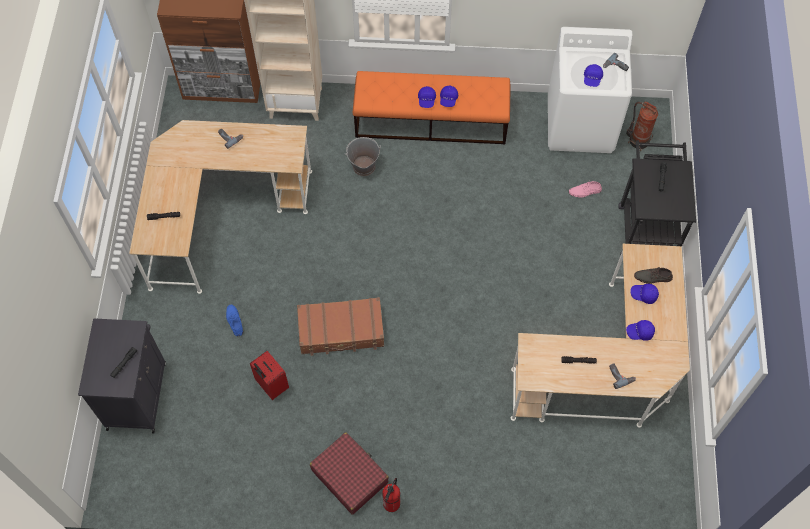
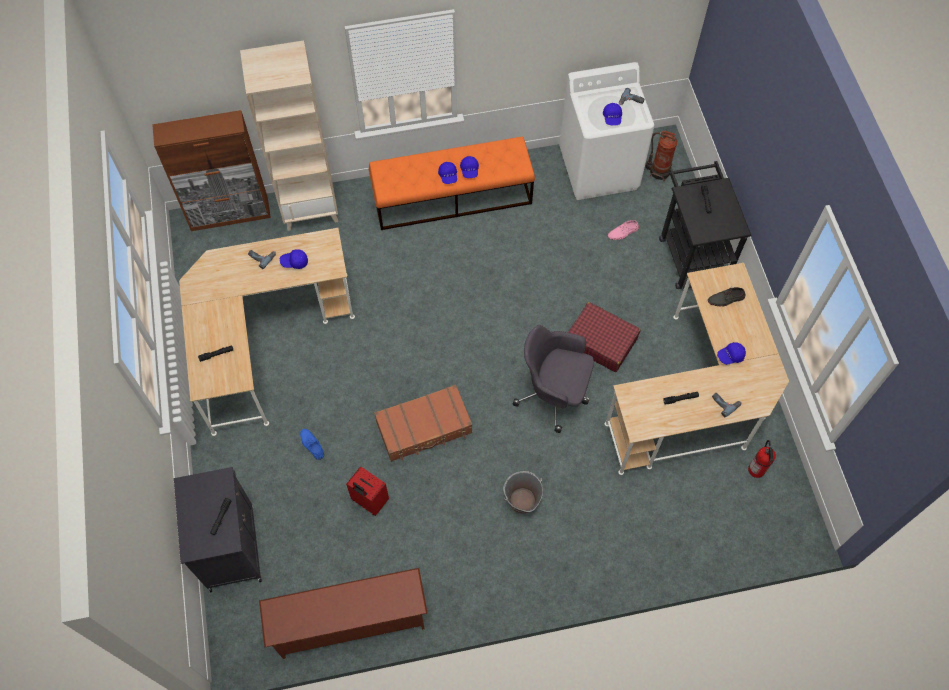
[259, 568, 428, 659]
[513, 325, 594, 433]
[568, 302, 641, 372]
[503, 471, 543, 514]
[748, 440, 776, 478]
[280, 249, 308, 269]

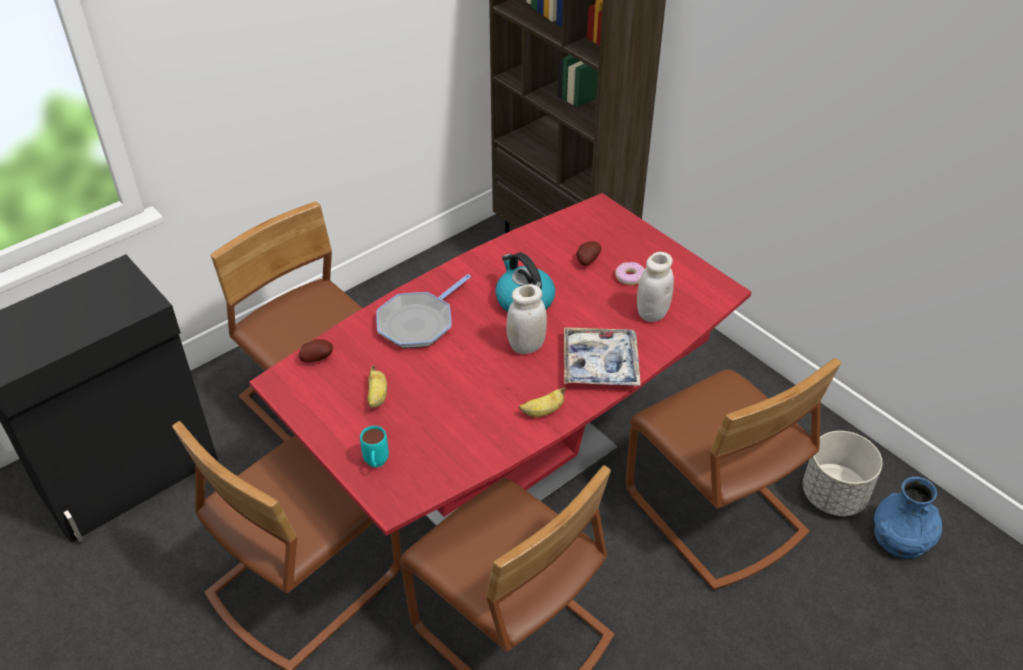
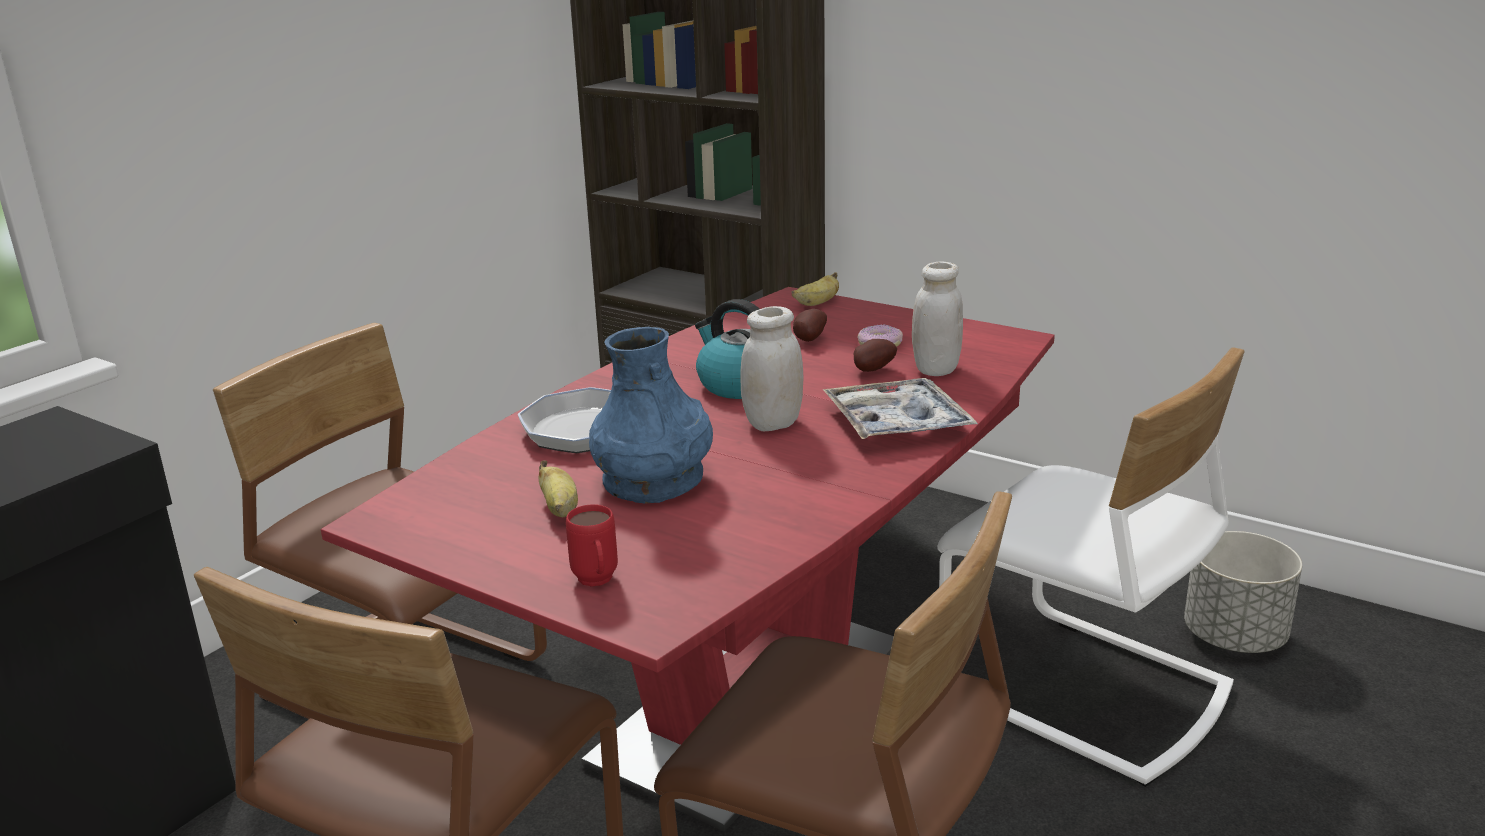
[854, 339, 897, 372]
[792, 272, 839, 306]
[589, 327, 713, 504]
[566, 504, 618, 586]
[937, 348, 1245, 787]

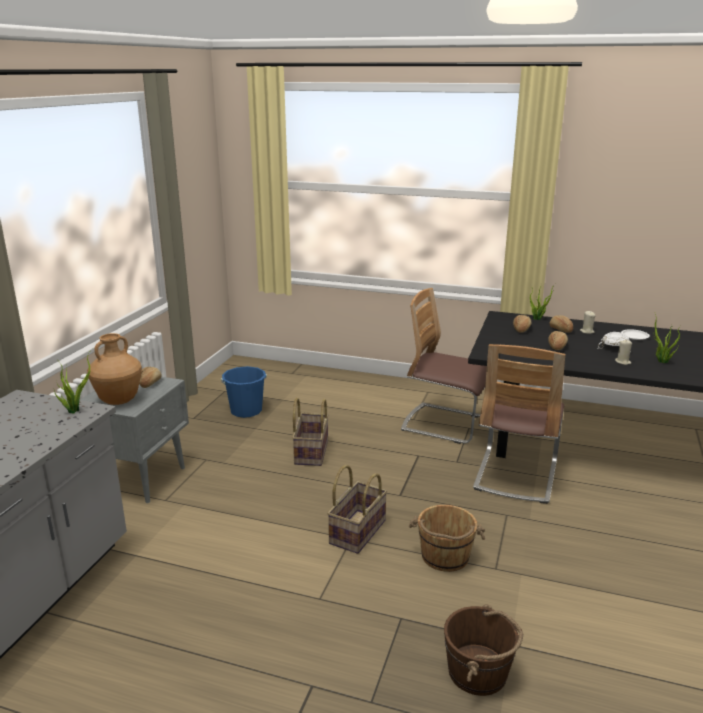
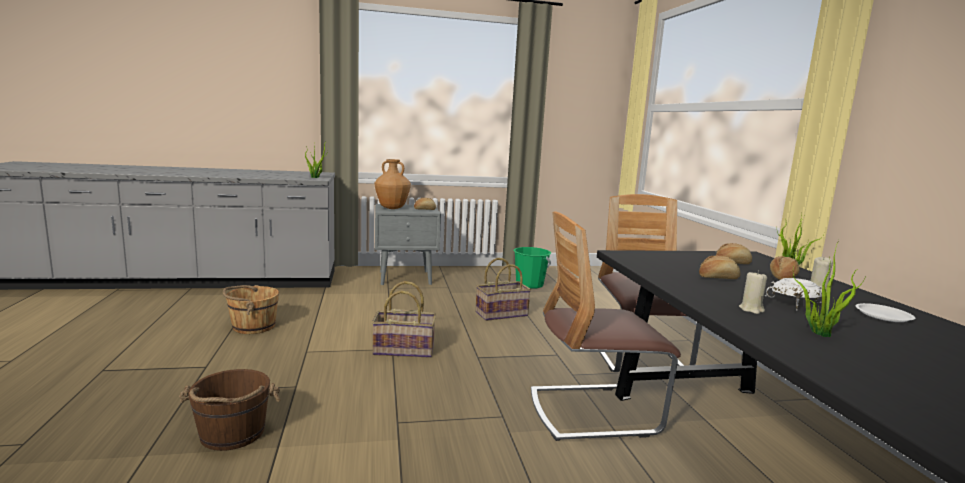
[223, 285, 279, 334]
[513, 247, 552, 289]

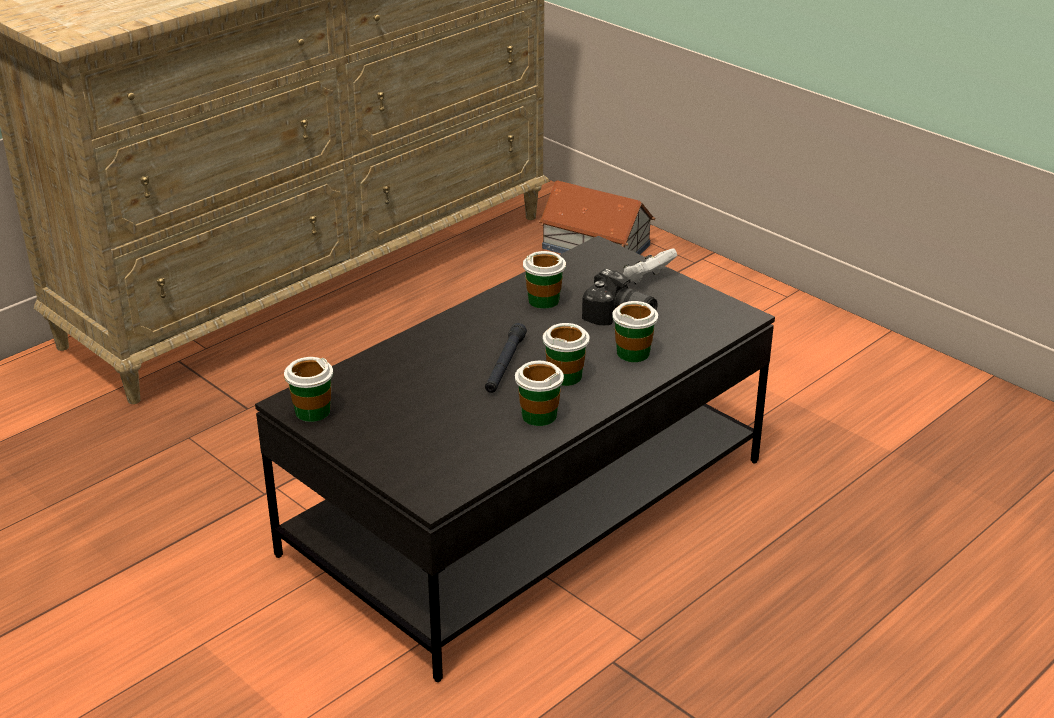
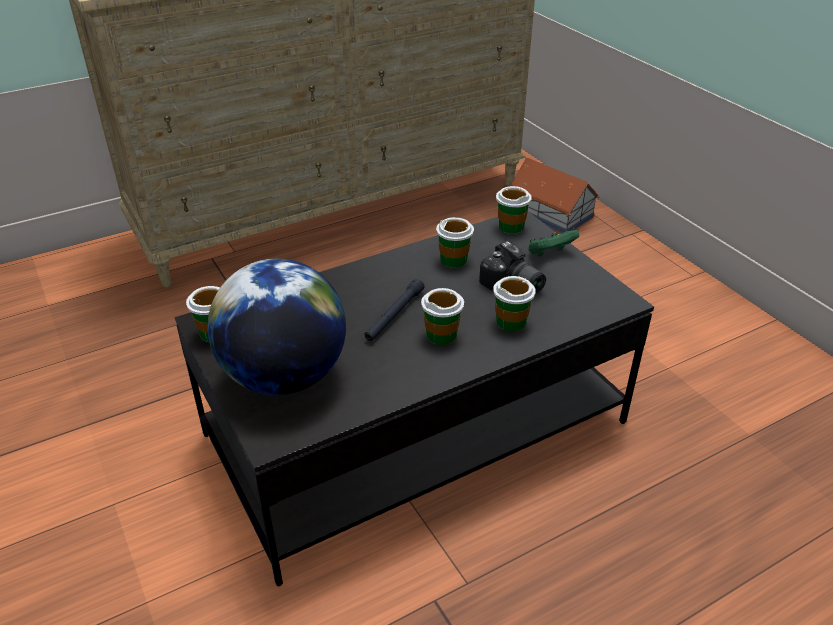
[207, 259, 346, 395]
[496, 186, 532, 234]
[528, 230, 579, 256]

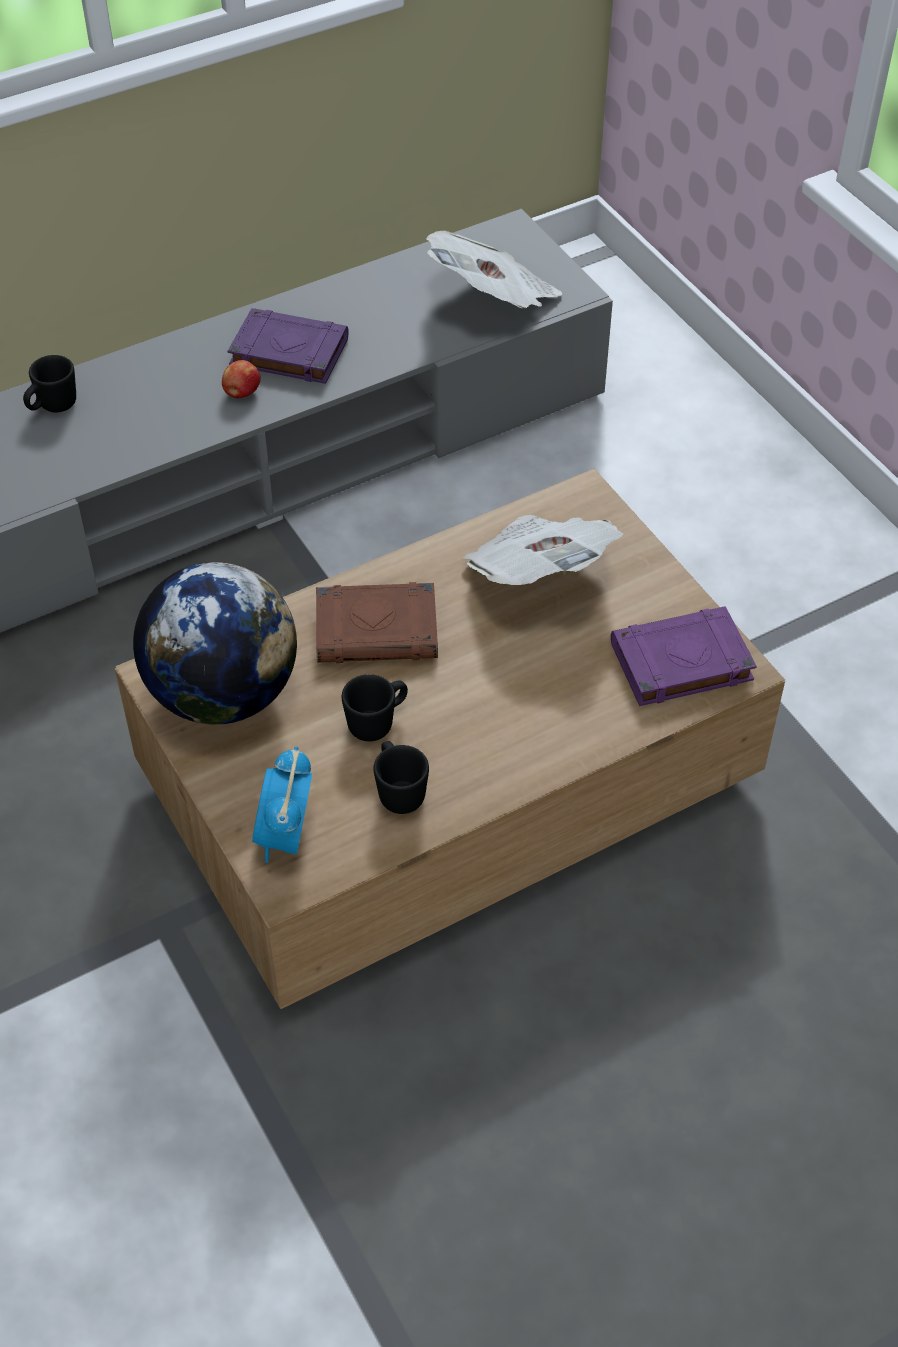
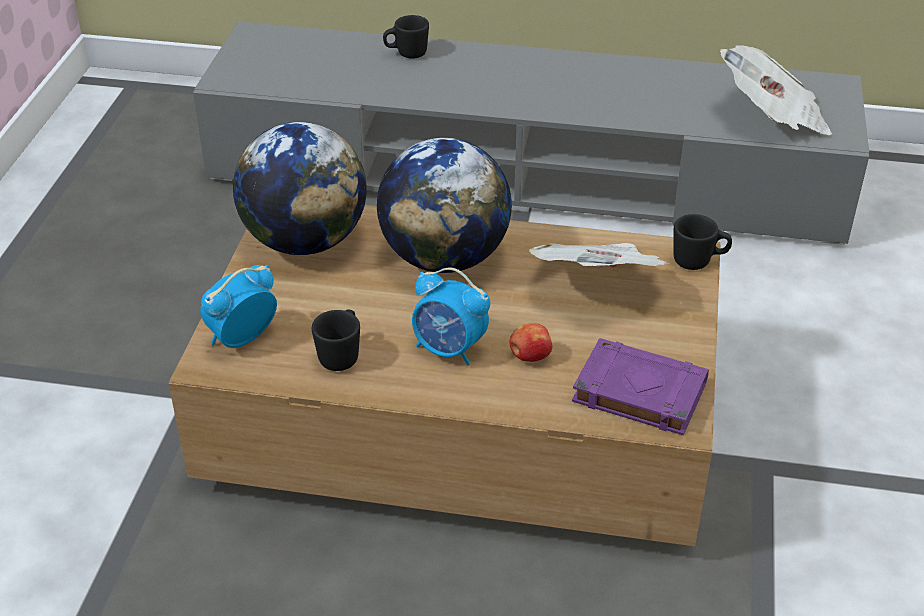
[228, 308, 349, 384] (first image)
[412, 268, 490, 366]
[509, 323, 552, 362]
[673, 214, 732, 270]
[377, 138, 512, 273]

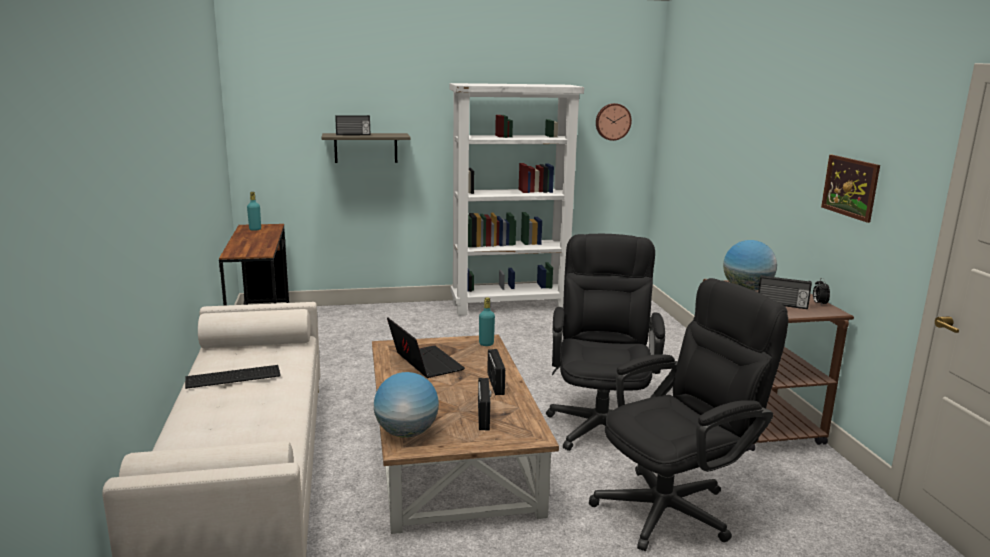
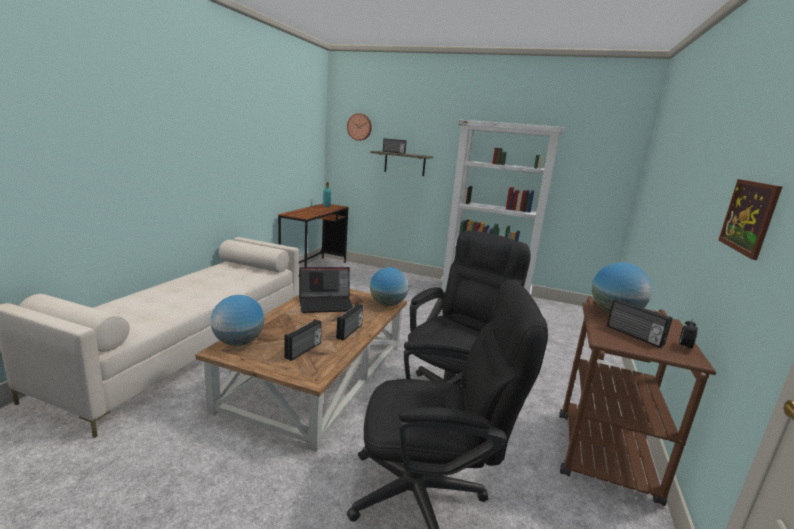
[185, 365, 281, 389] (first image)
[347, 113, 372, 141]
[370, 267, 409, 306]
[299, 267, 353, 313]

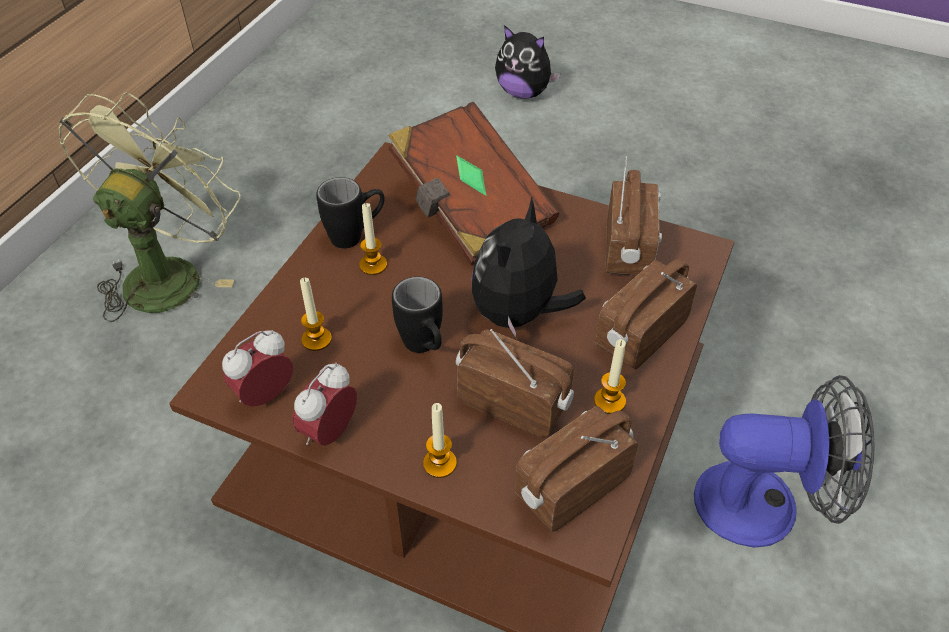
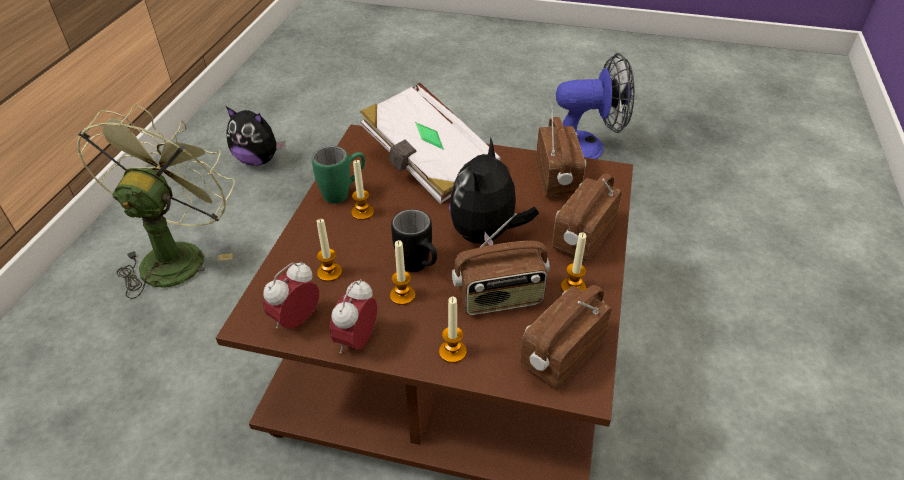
[390, 240, 415, 305]
[226, 107, 286, 166]
[556, 53, 635, 159]
[312, 146, 365, 204]
[360, 83, 501, 204]
[452, 213, 550, 315]

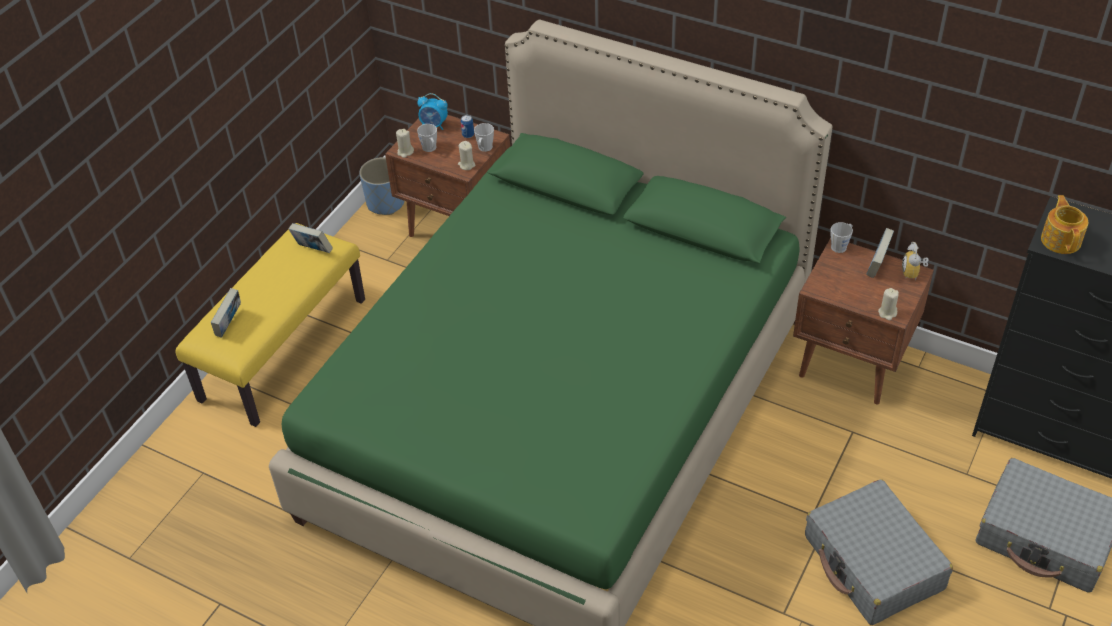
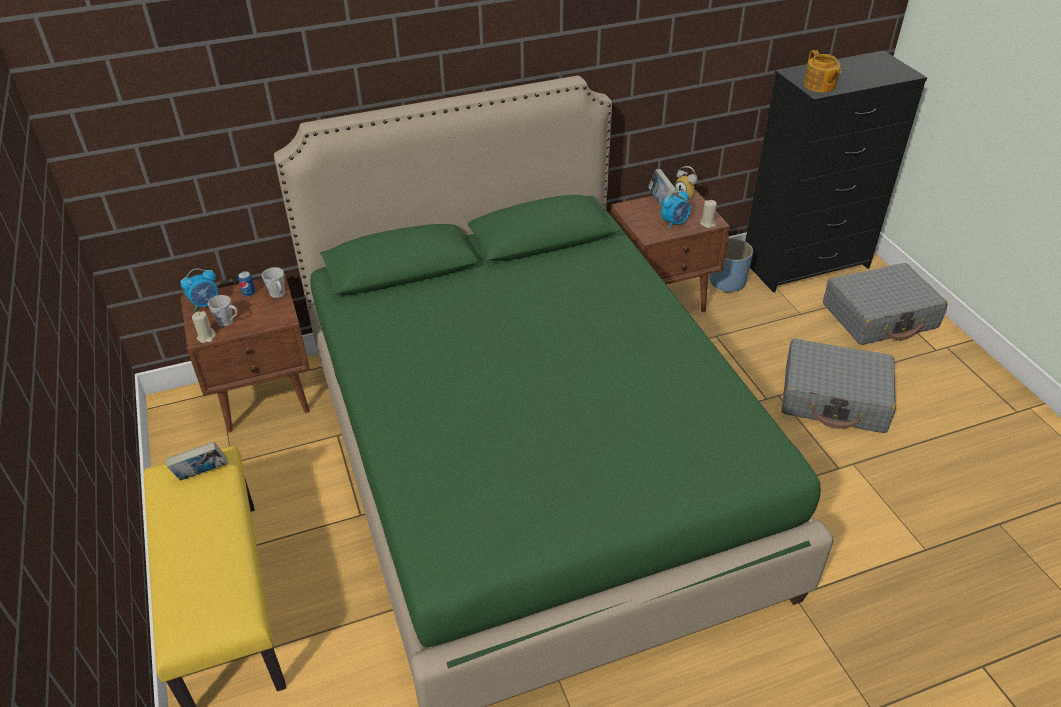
[211, 288, 241, 338] (first image)
[458, 141, 476, 170] (first image)
[830, 222, 853, 253] (first image)
[661, 189, 690, 229]
[709, 238, 753, 293]
[804, 50, 841, 92]

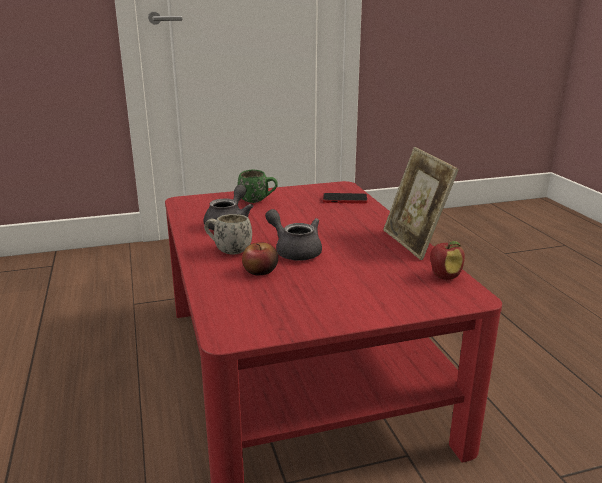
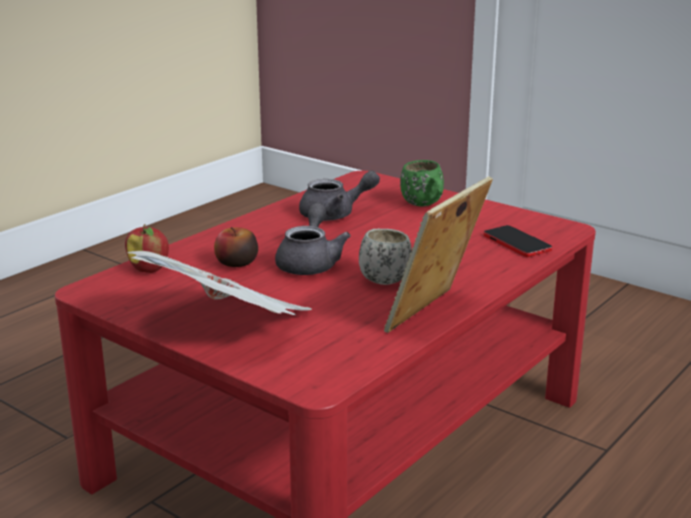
[127, 251, 312, 315]
[359, 228, 412, 285]
[125, 224, 169, 273]

